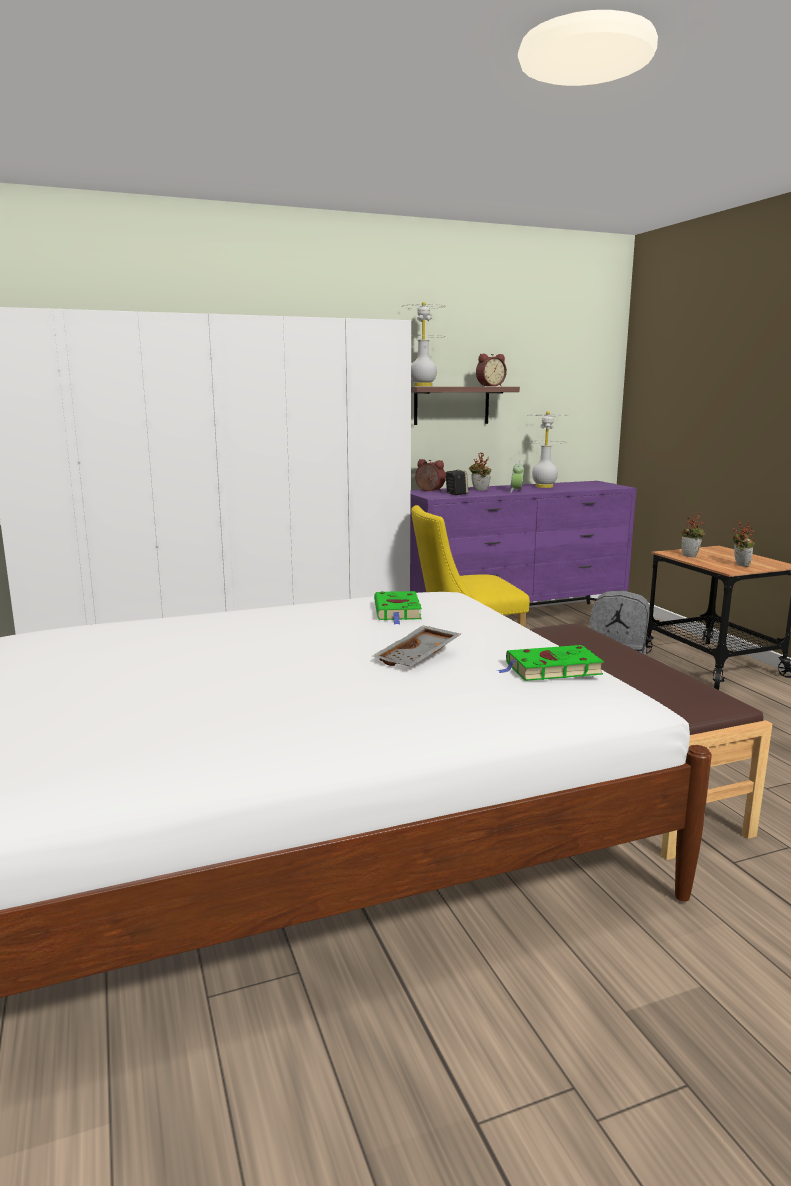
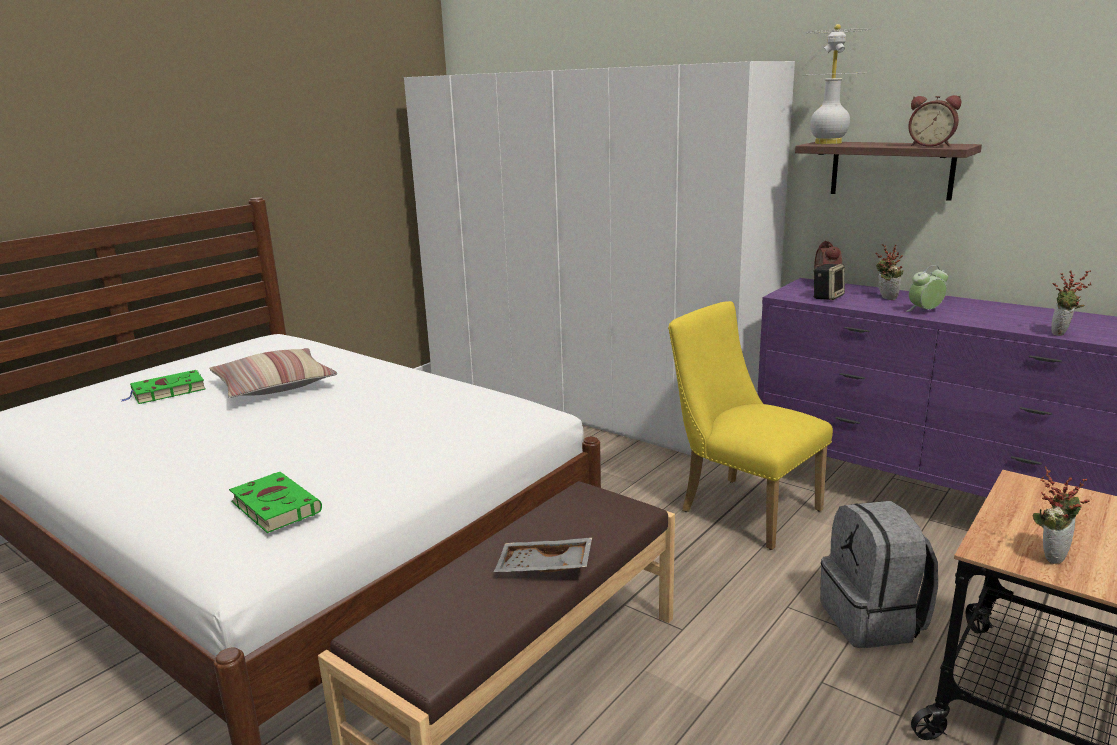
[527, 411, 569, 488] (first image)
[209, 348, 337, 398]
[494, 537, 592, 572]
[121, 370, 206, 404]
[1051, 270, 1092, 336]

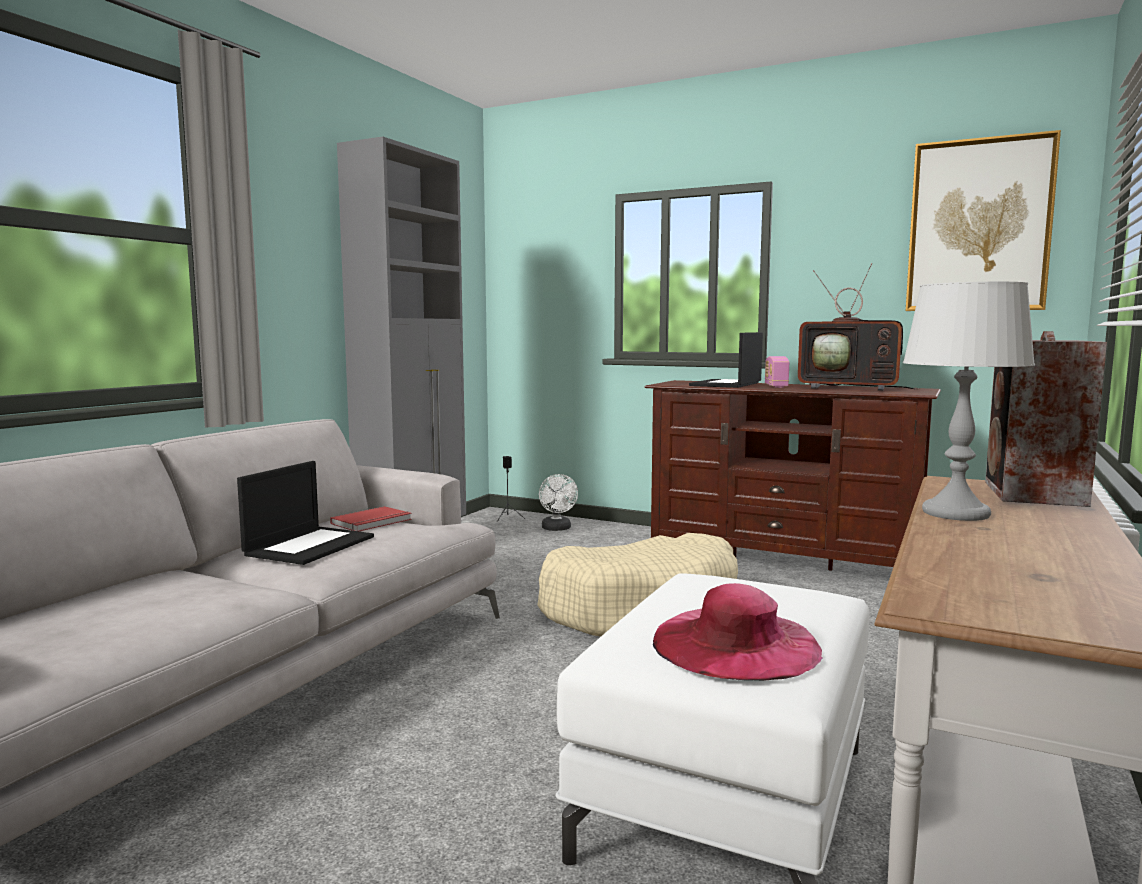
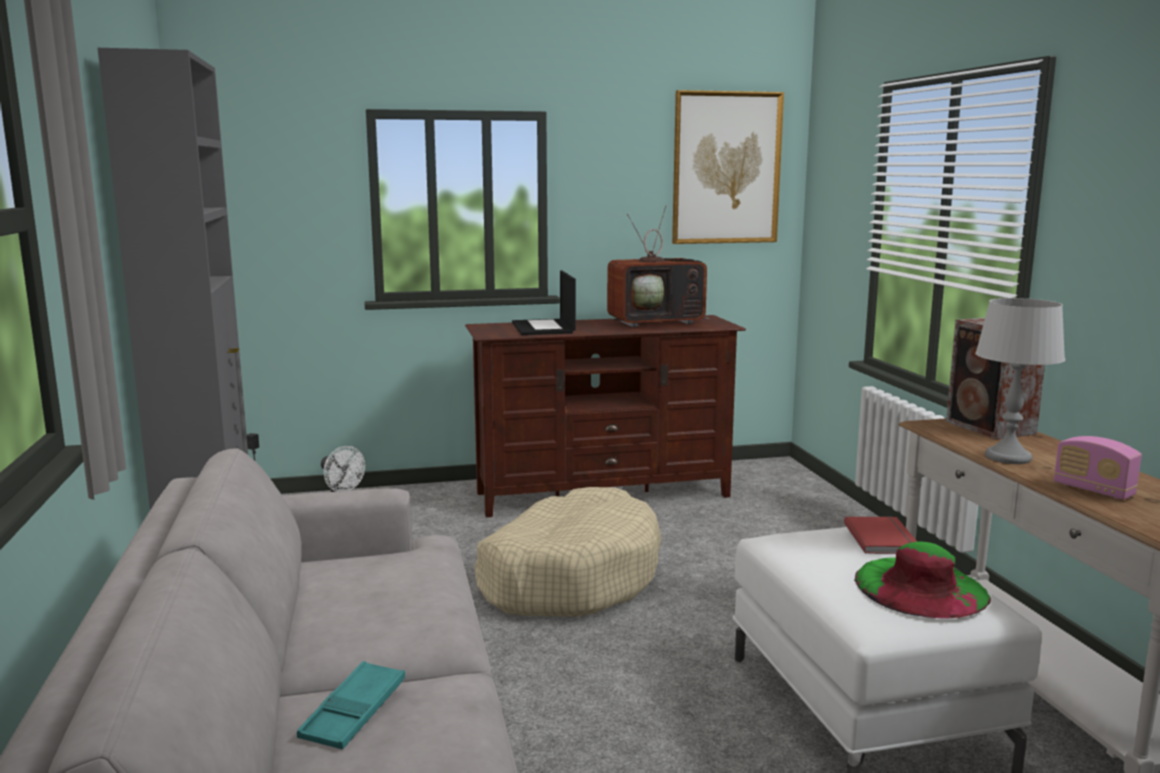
[237, 461, 374, 565] (first image)
[297, 661, 405, 749]
[844, 516, 918, 554]
[1054, 436, 1142, 500]
[854, 542, 991, 619]

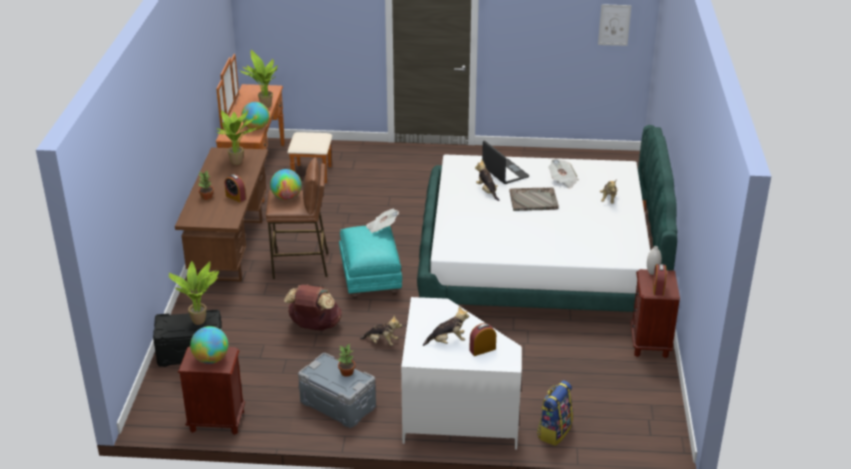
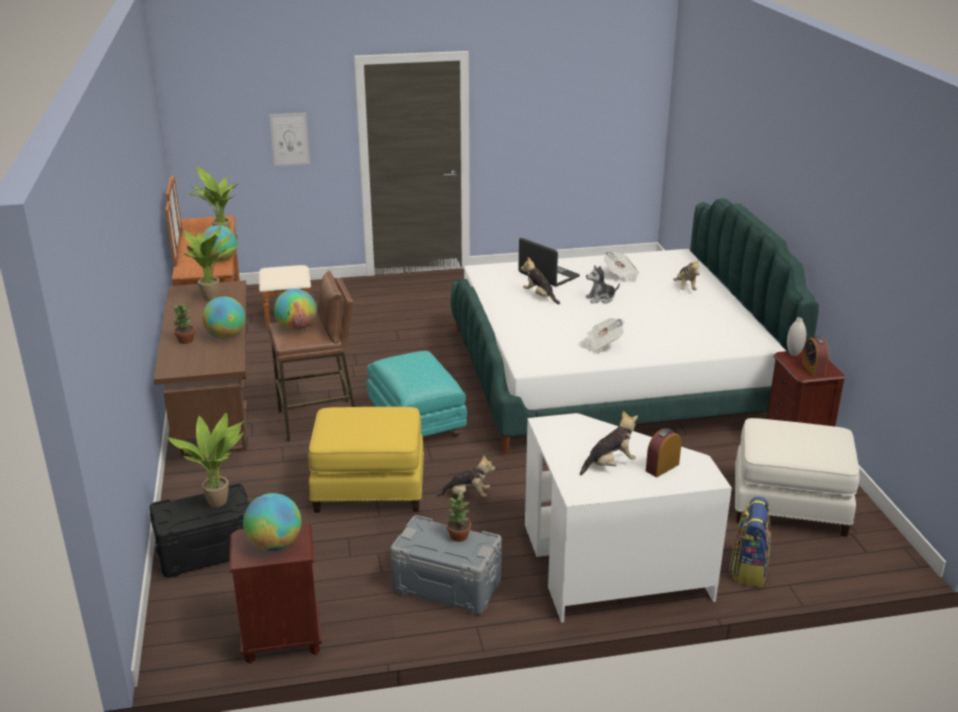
[735, 418, 860, 537]
[578, 318, 625, 352]
[270, 113, 310, 166]
[202, 296, 246, 339]
[308, 407, 424, 513]
[586, 265, 620, 304]

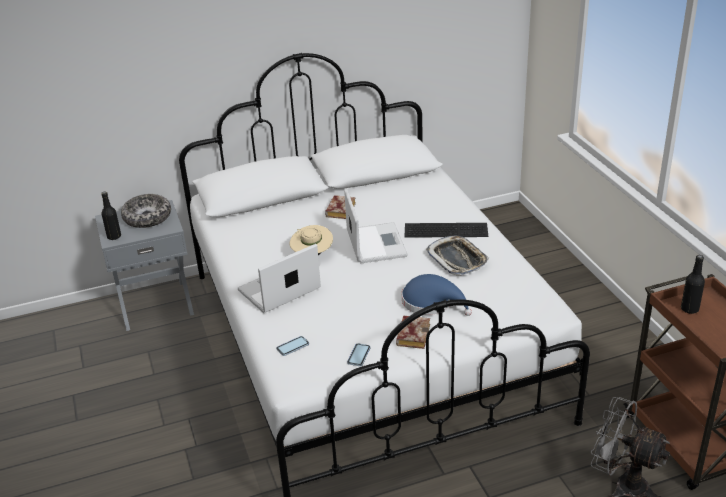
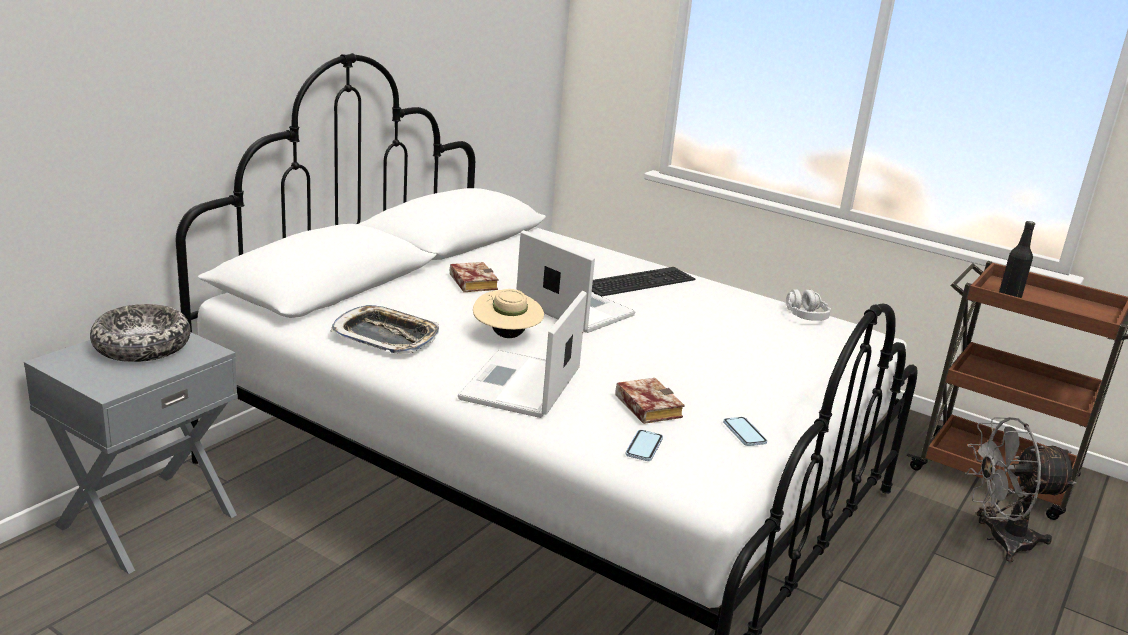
[101, 192, 121, 240] (first image)
[402, 274, 472, 316] (first image)
[786, 289, 831, 321]
[615, 378, 685, 424]
[331, 305, 439, 354]

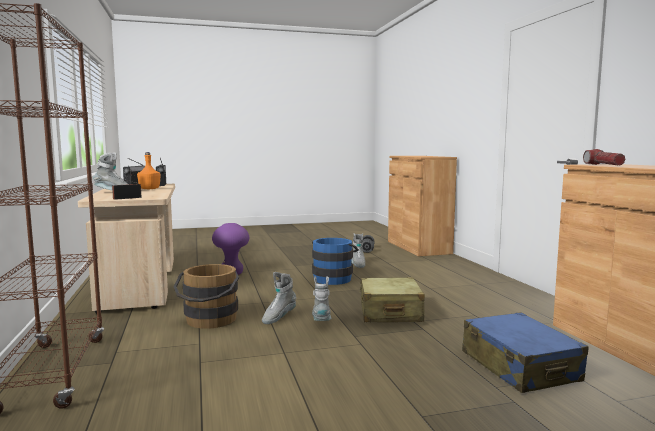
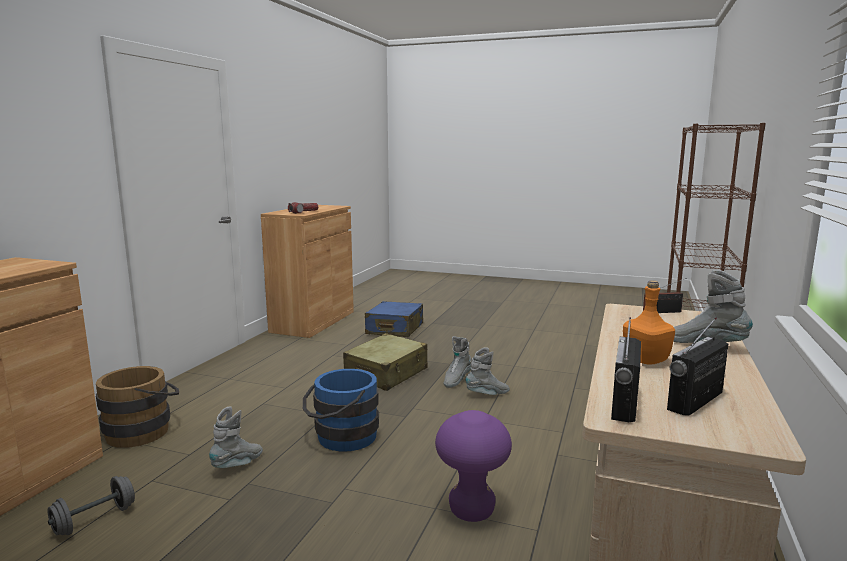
[96, 366, 179, 448]

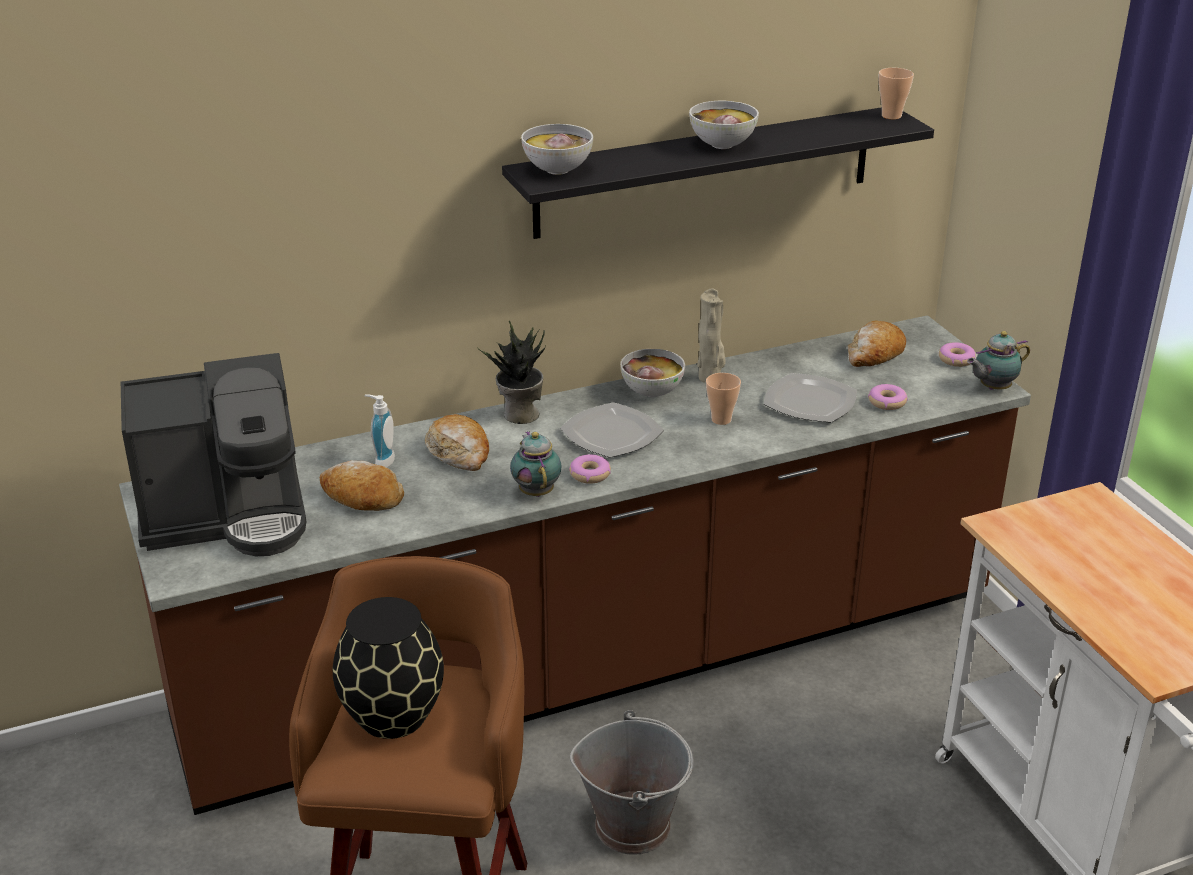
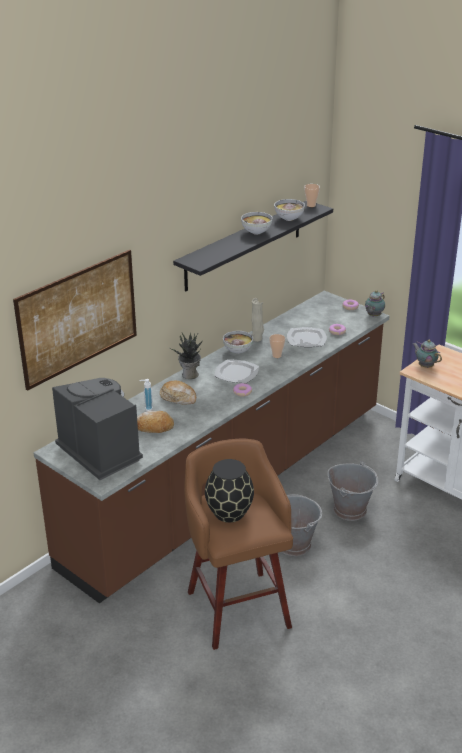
[847, 320, 906, 367] (first image)
[13, 250, 137, 391]
[328, 461, 378, 521]
[413, 340, 442, 368]
[274, 199, 305, 221]
[52, 378, 143, 480]

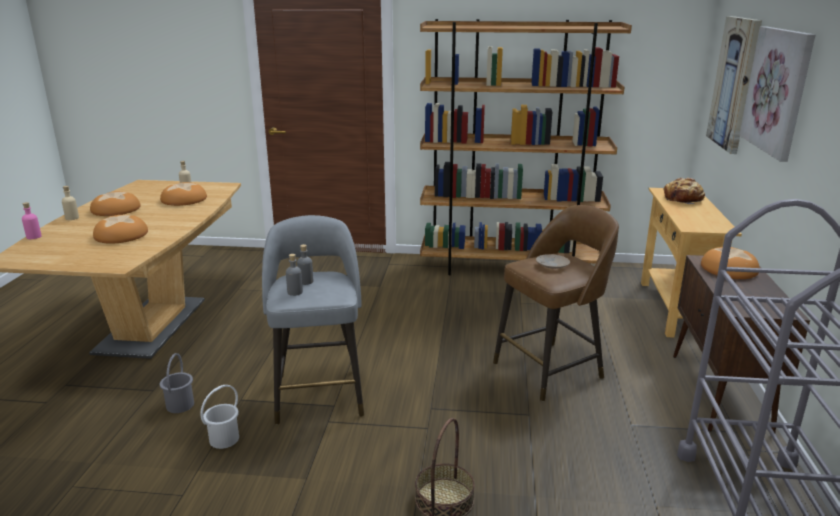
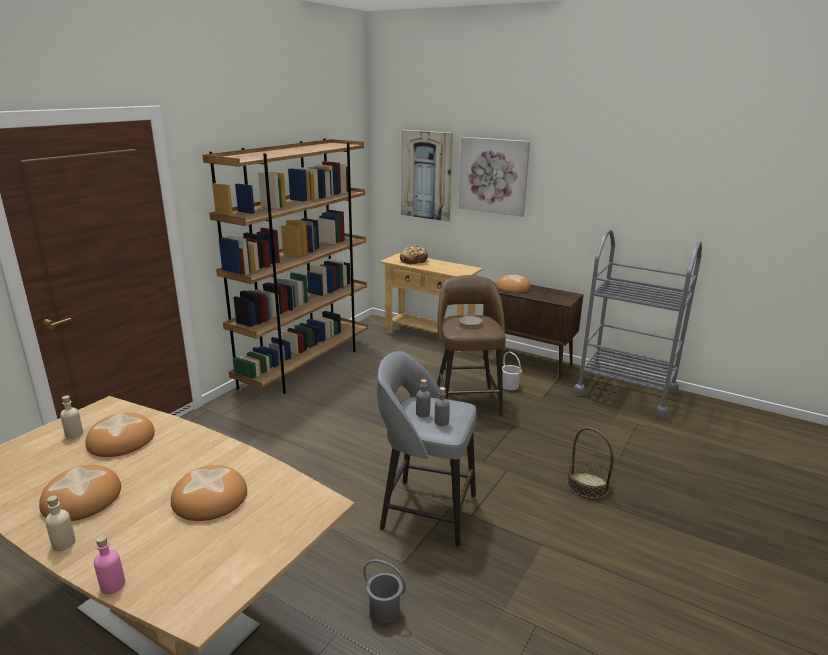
[502, 352, 522, 390]

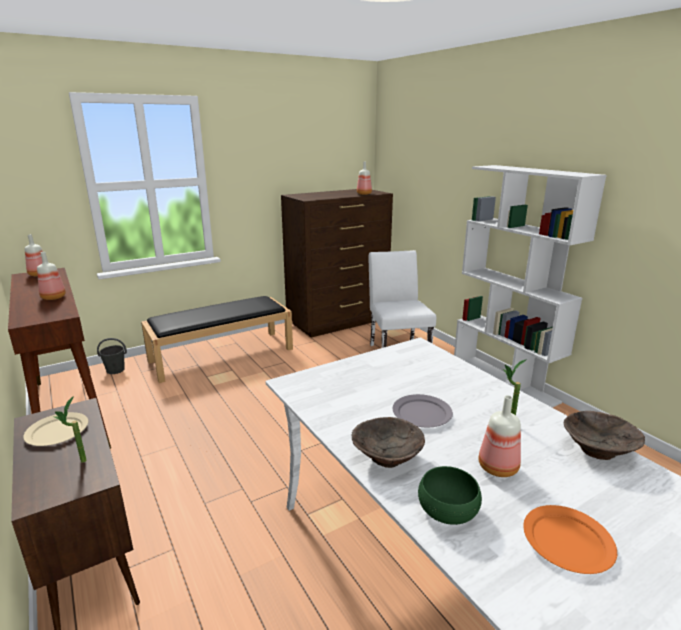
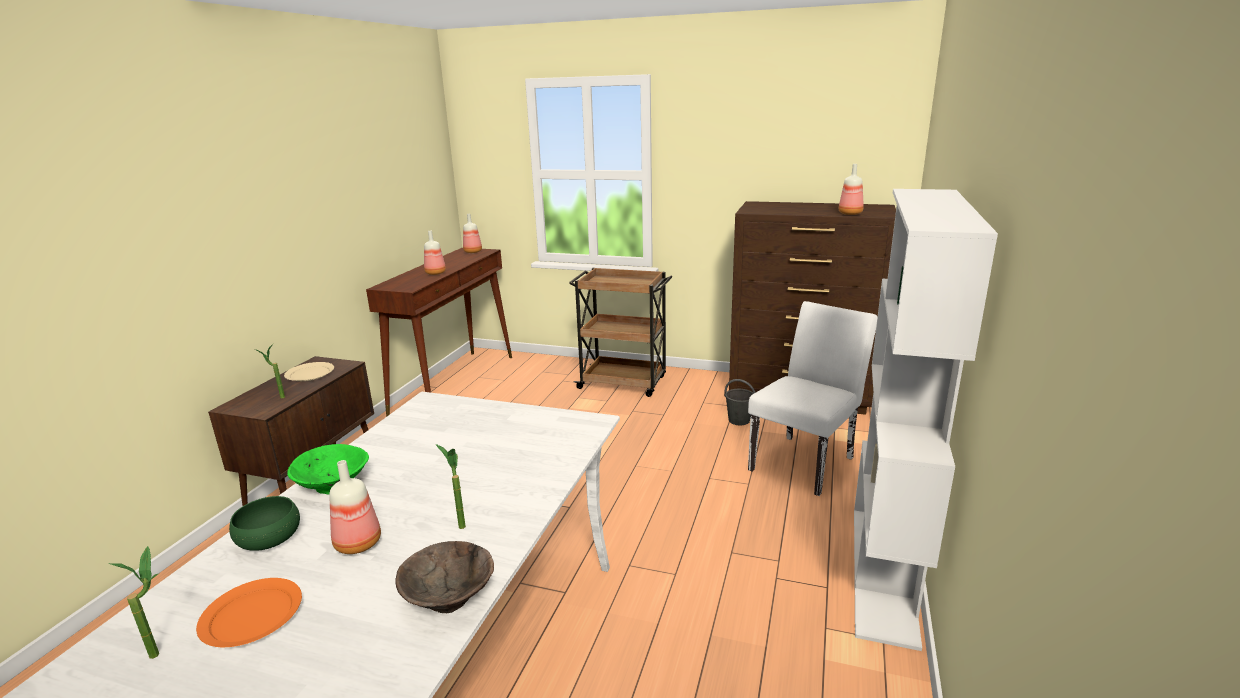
[393, 394, 453, 427] (first image)
[109, 546, 159, 659]
[724, 379, 755, 425]
[569, 268, 672, 397]
[287, 444, 369, 495]

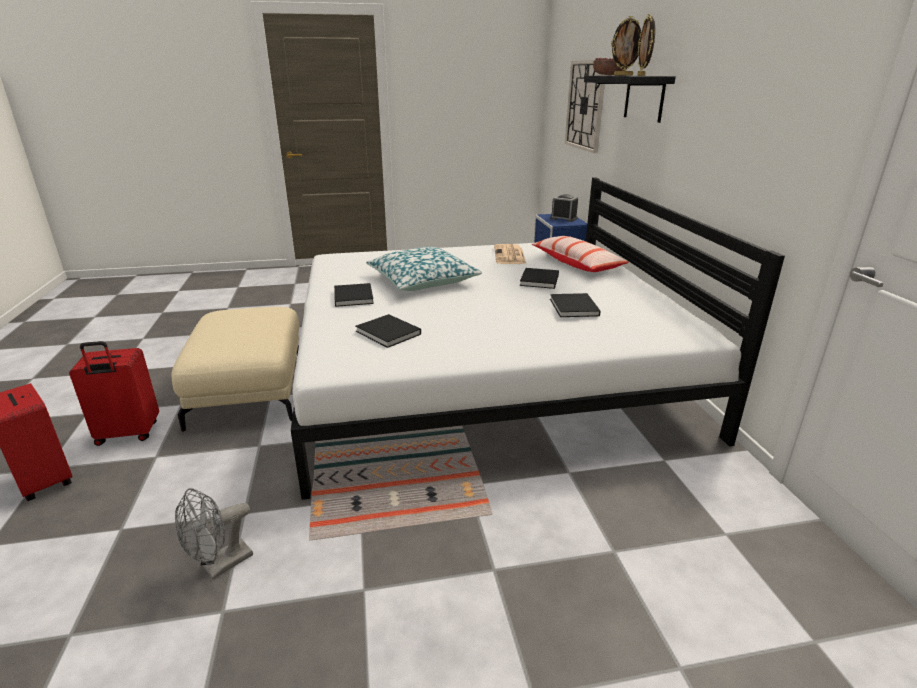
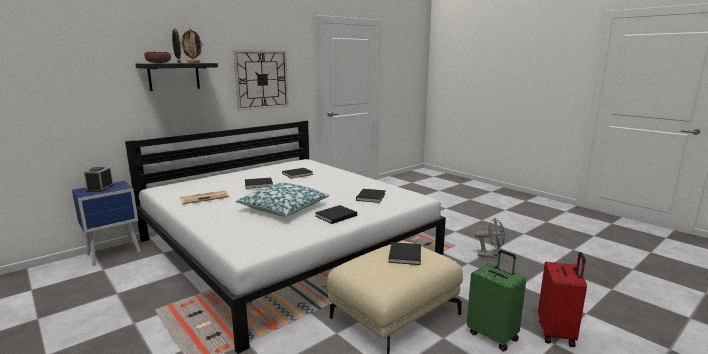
[532, 236, 629, 272] (first image)
[388, 242, 421, 265]
[233, 50, 289, 111]
[467, 250, 526, 351]

